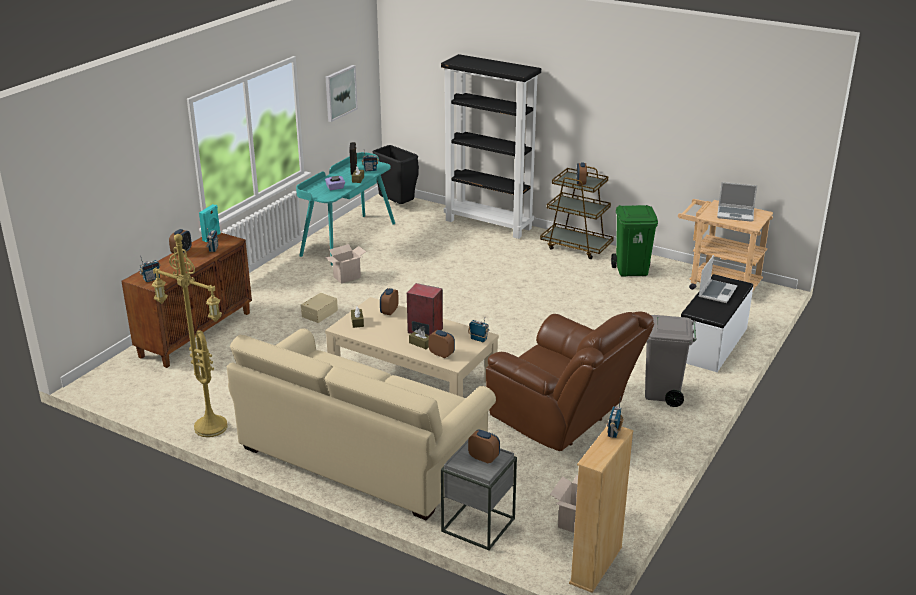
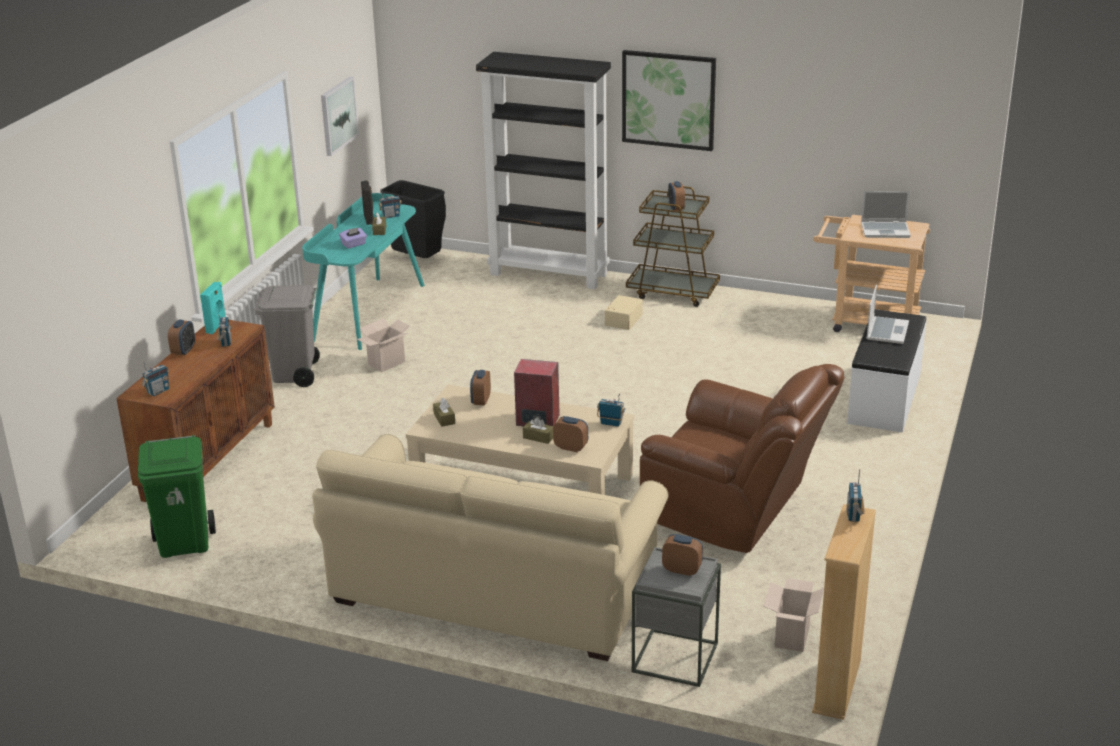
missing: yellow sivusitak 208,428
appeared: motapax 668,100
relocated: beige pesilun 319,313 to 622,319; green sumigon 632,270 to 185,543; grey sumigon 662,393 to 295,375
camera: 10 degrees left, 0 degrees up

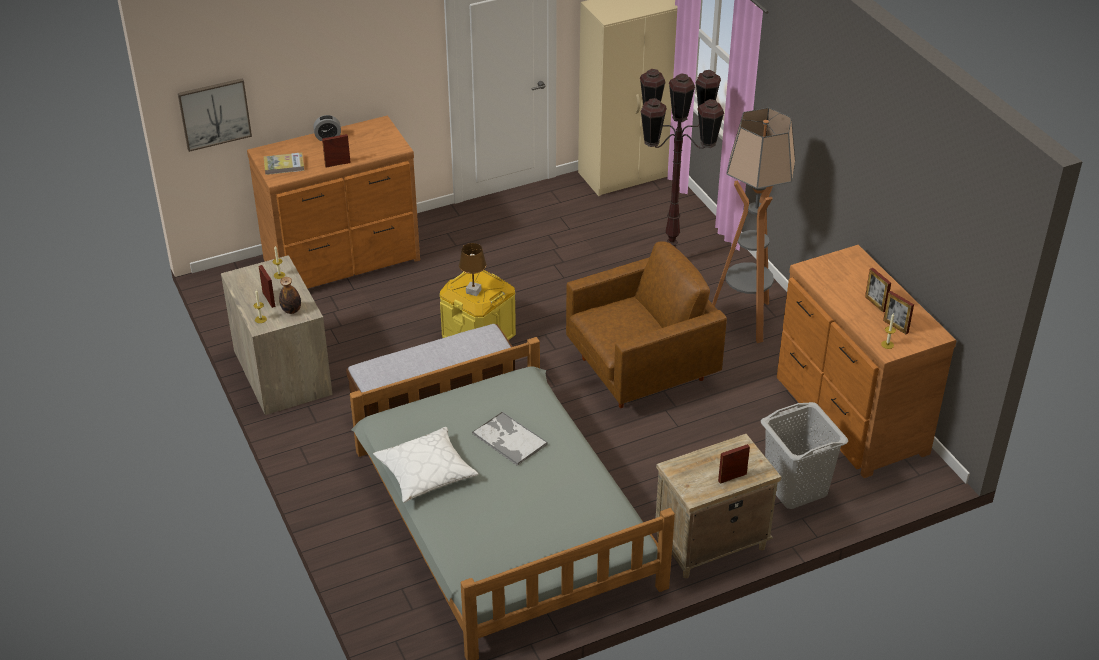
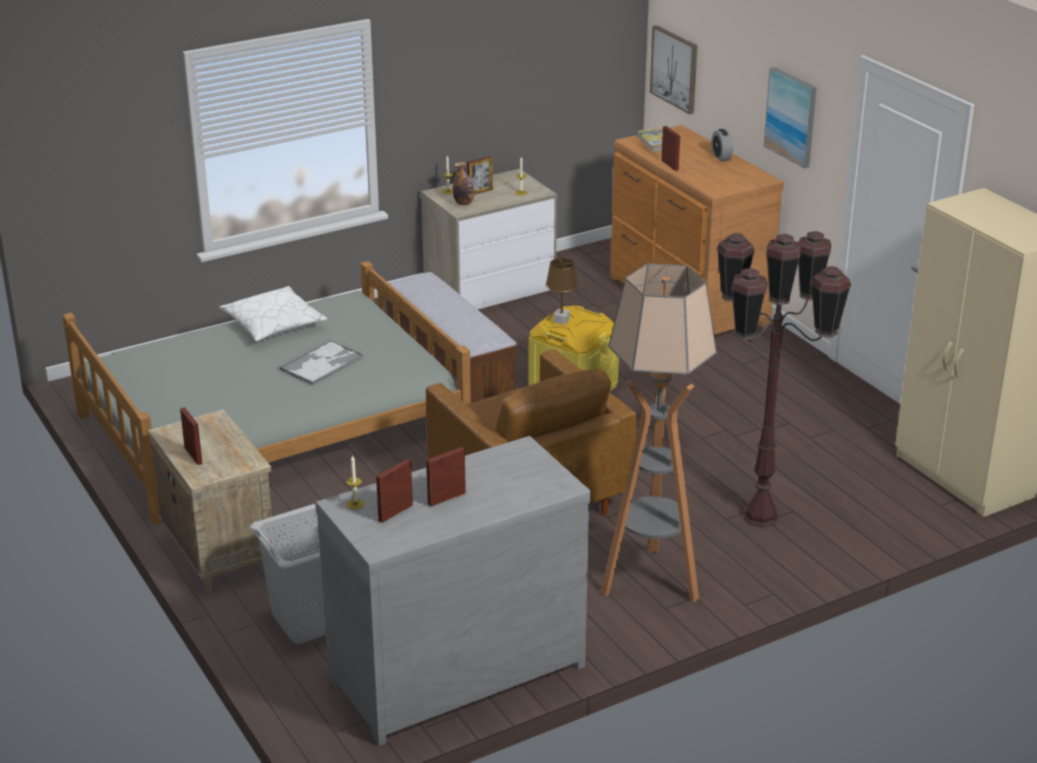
appeared: motapax 791,117
colour: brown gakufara 849,416 to grey gakufara 454,670
camera: 85 degrees right, 10 degrees down

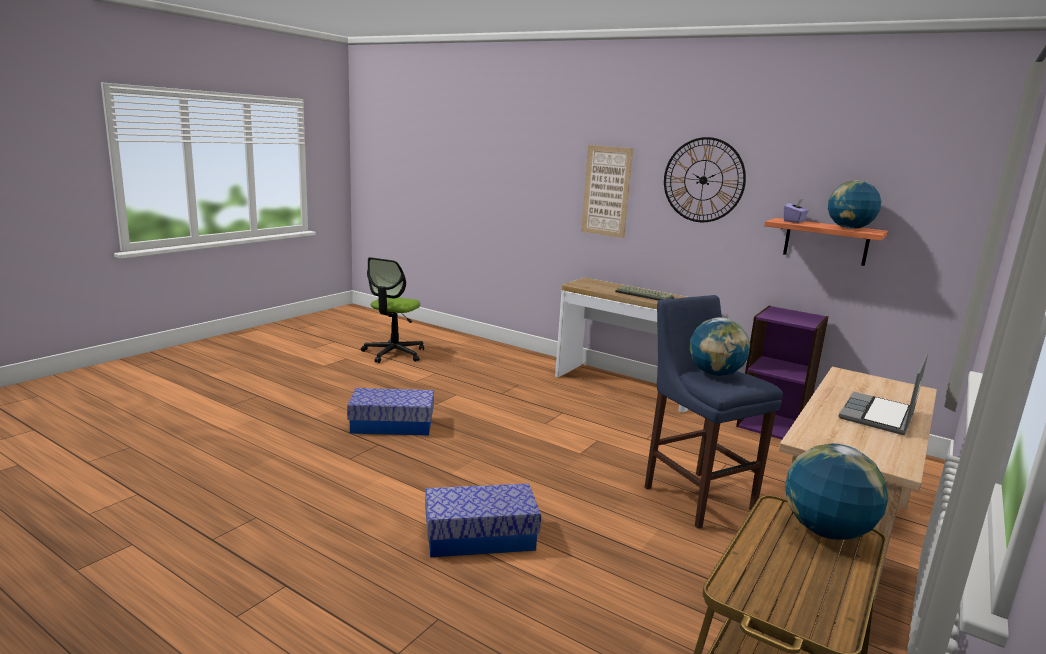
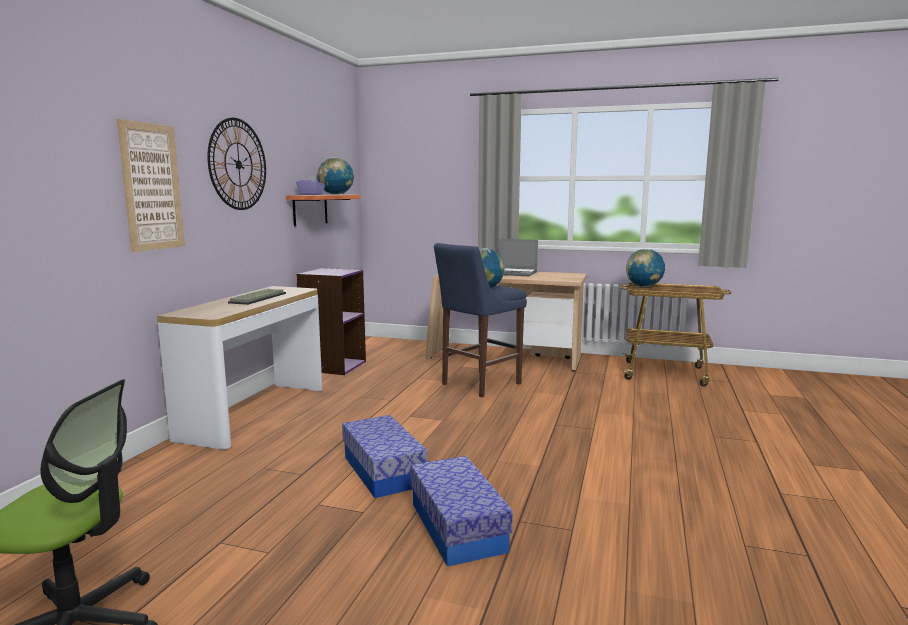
relocated: pesilun 480,537 to 383,471
camera: 105 degrees left, 5 degrees down

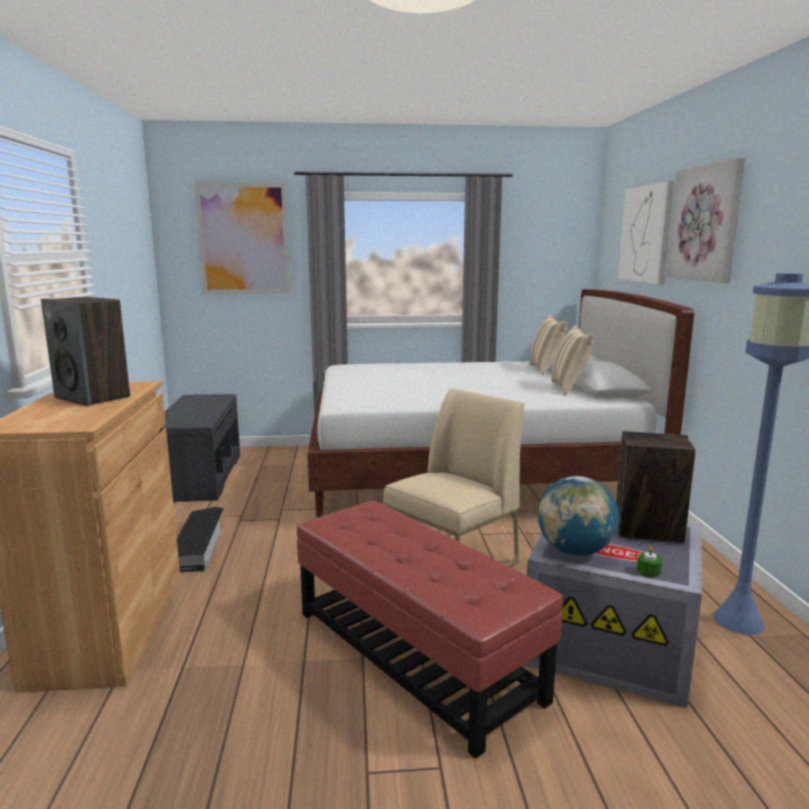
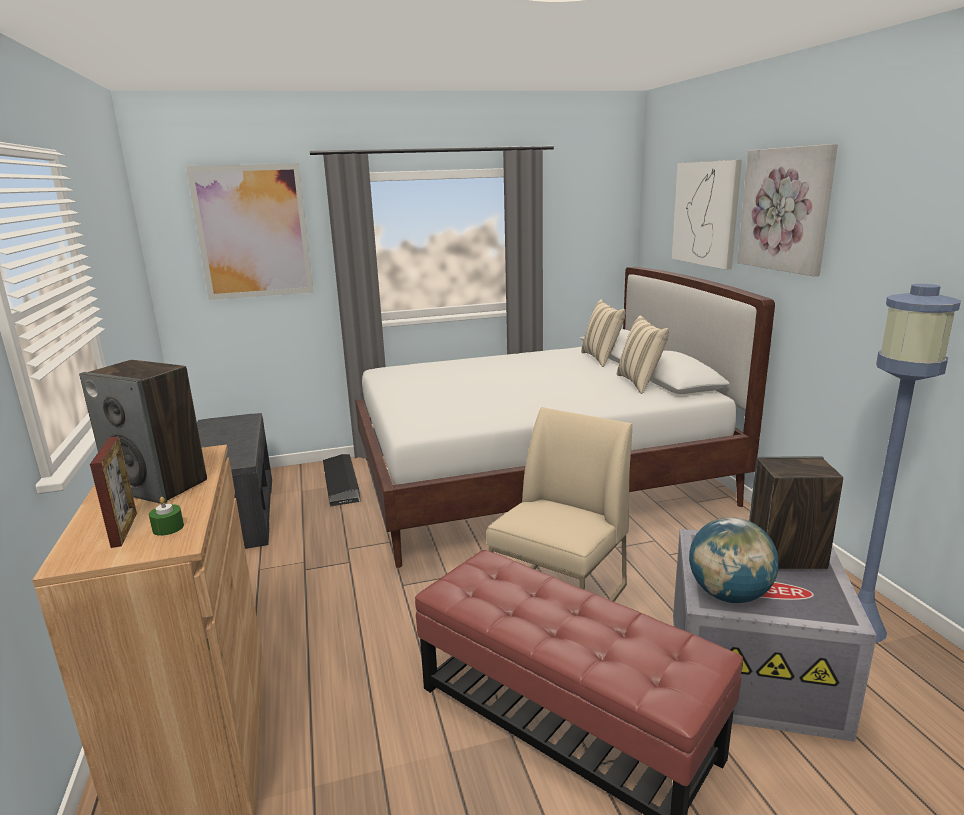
appeared: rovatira 124,529
relocated: black pesilun 198,545 to 341,484; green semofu 648,571 to 168,528
camera: 10 degrees left, 5 degrees up

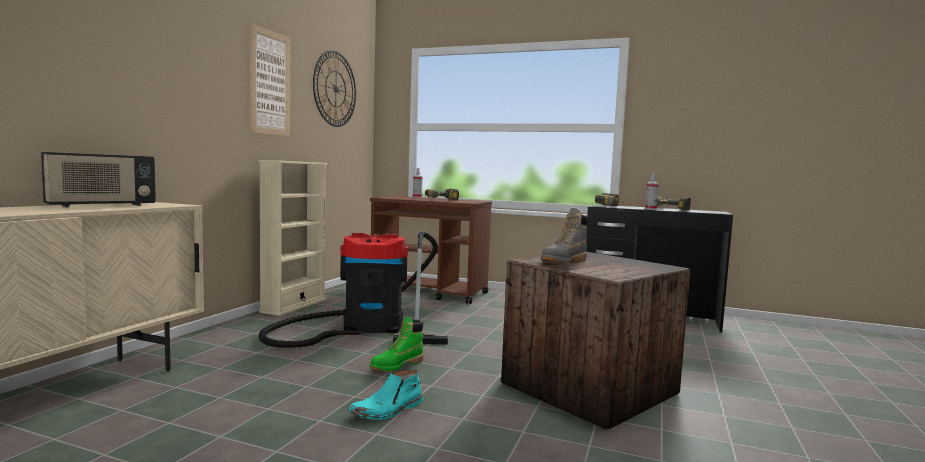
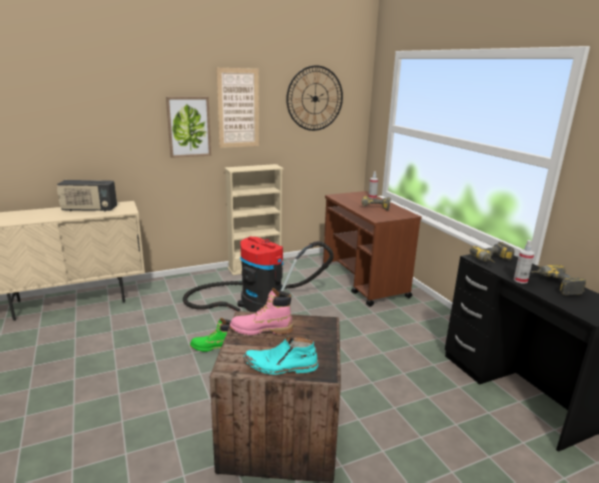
appeared: motapax 189,127
relocated: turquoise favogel 388,410 to 280,366
colour: grey favogel 563,262 to pink favogel 261,330
camera: 45 degrees right, 15 degrees up

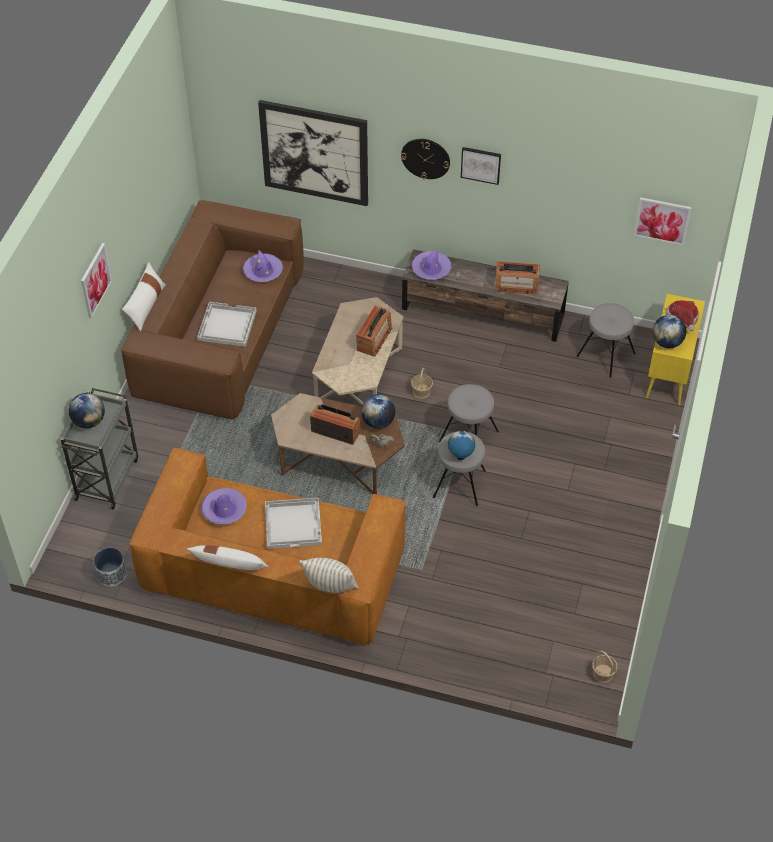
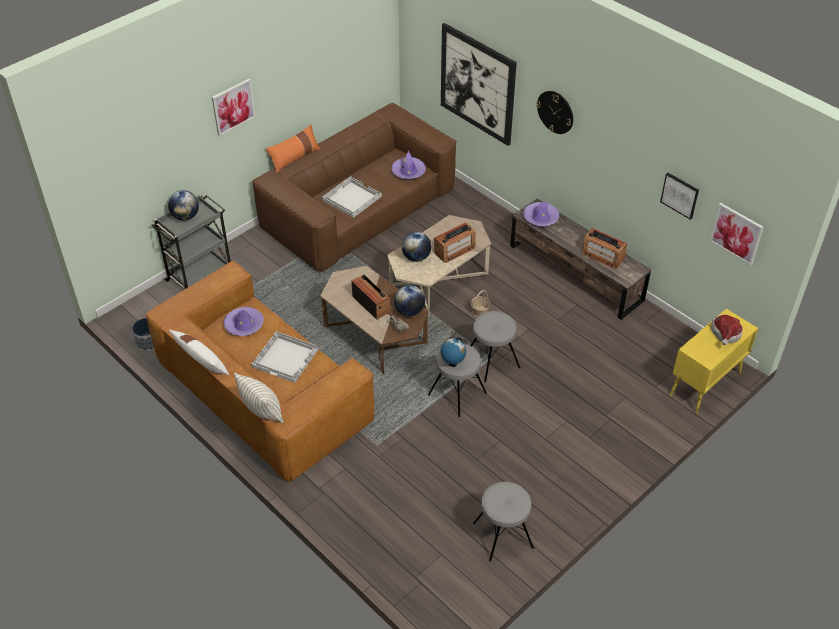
missing: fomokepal 603,674
relocated: motapax 481,164 to 680,195; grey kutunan 606,355 to 503,535; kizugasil 667,342 to 416,257
colour: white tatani 146,306 to orange tatani 294,157
camera: 30 degrees right, 5 degrees down

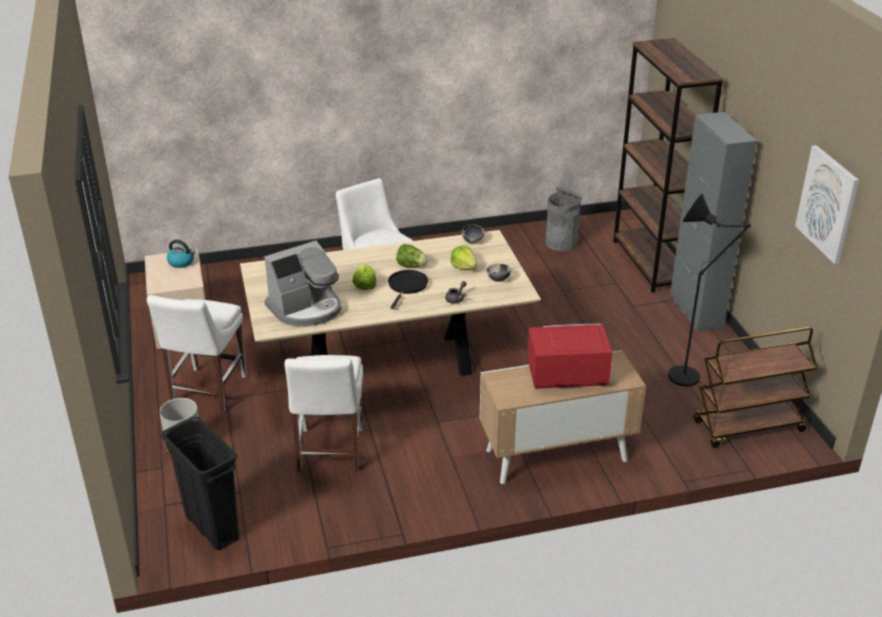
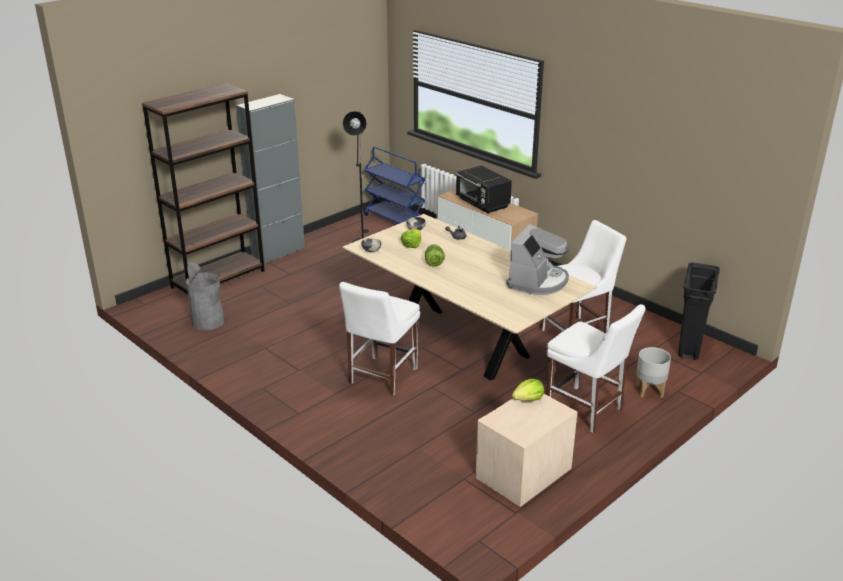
missing: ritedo 181,262; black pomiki 407,286; motapax 828,203
relocated: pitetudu 365,285 to 528,399
colour: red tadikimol 565,375 to black tadikimol 482,204; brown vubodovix 747,427 to blue vubodovix 395,221
spun: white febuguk 207,392 = 586,411 60 degrees clockwise; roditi 306,309 = 538,281 90 degrees clockwise
camera: 120 degrees left, 5 degrees down

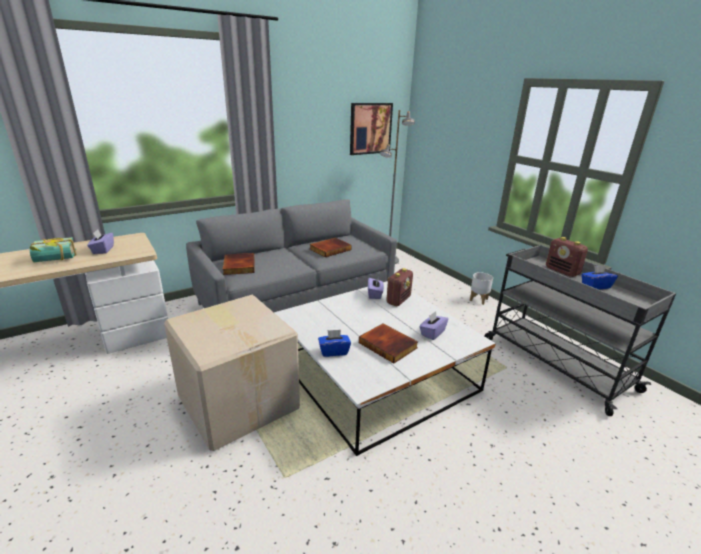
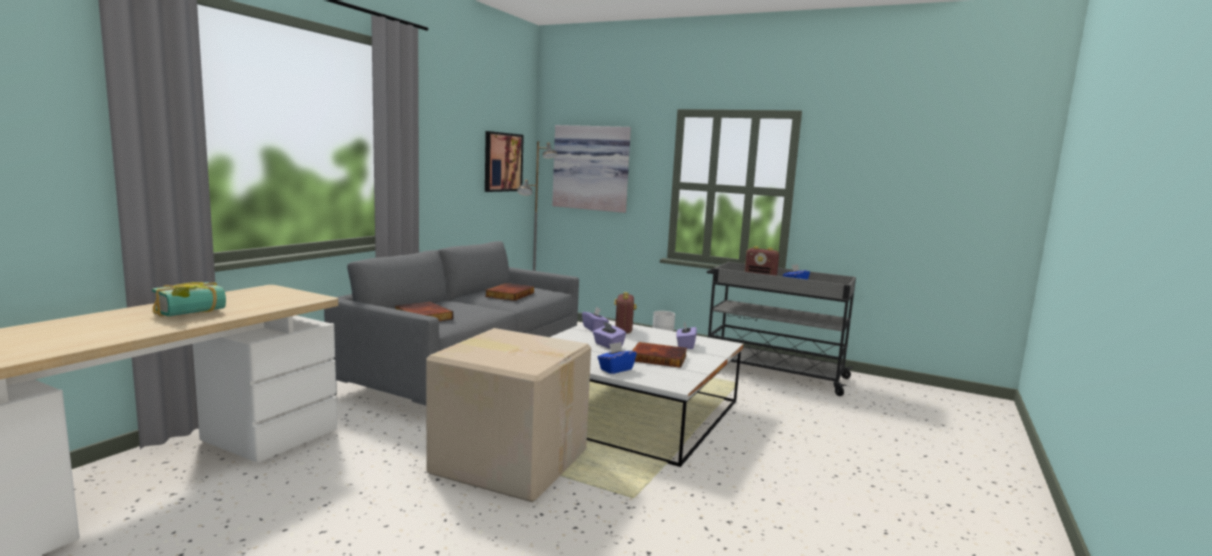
appeared: motapax 592,168
relocated: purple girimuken 103,250 to 608,345
camera: 30 degrees left, 15 degrees down

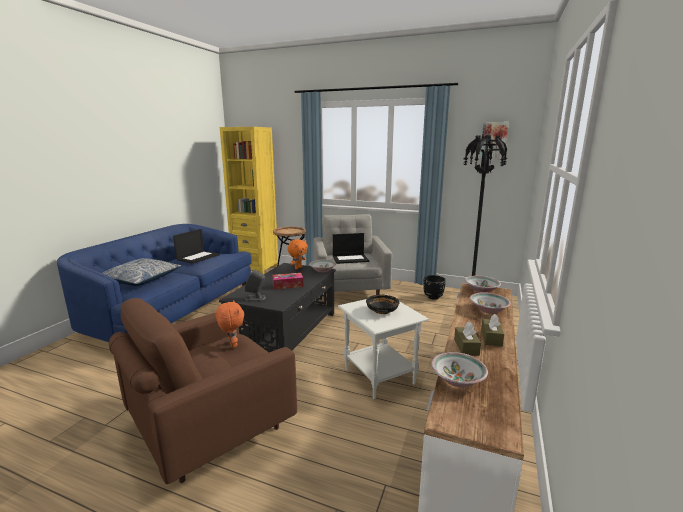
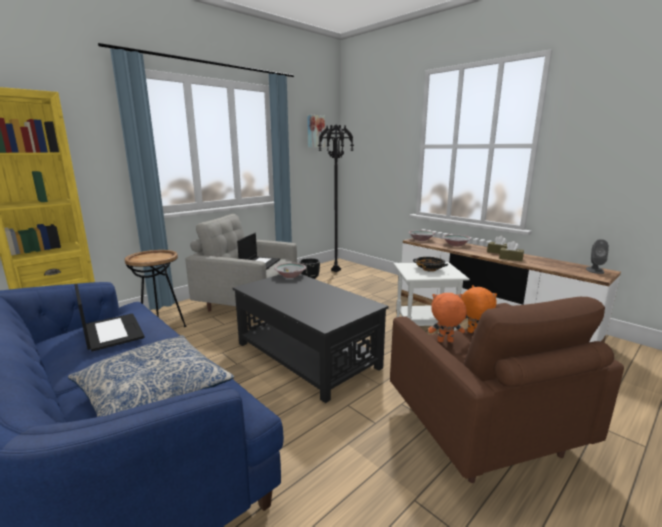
missing: girimuken 288,285; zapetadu 457,379
relocated: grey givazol 255,298 to 594,270; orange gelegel 298,268 to 473,334
camera: 65 degrees left, 0 degrees up

